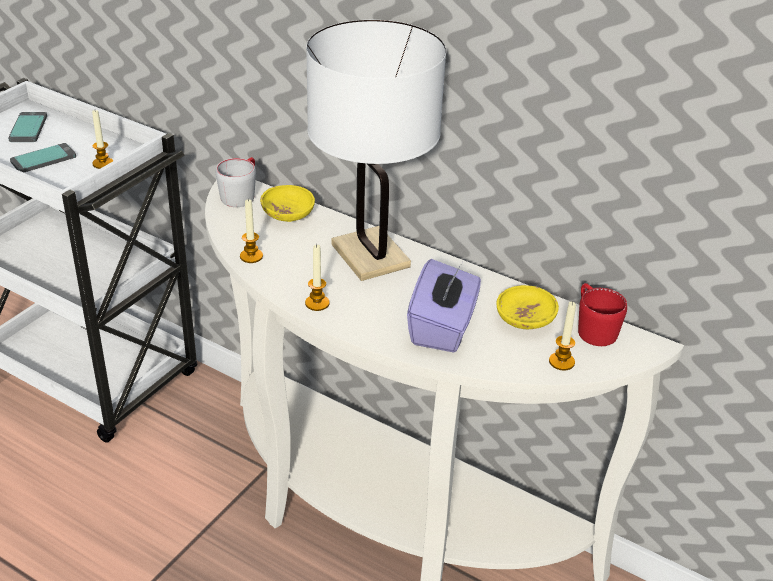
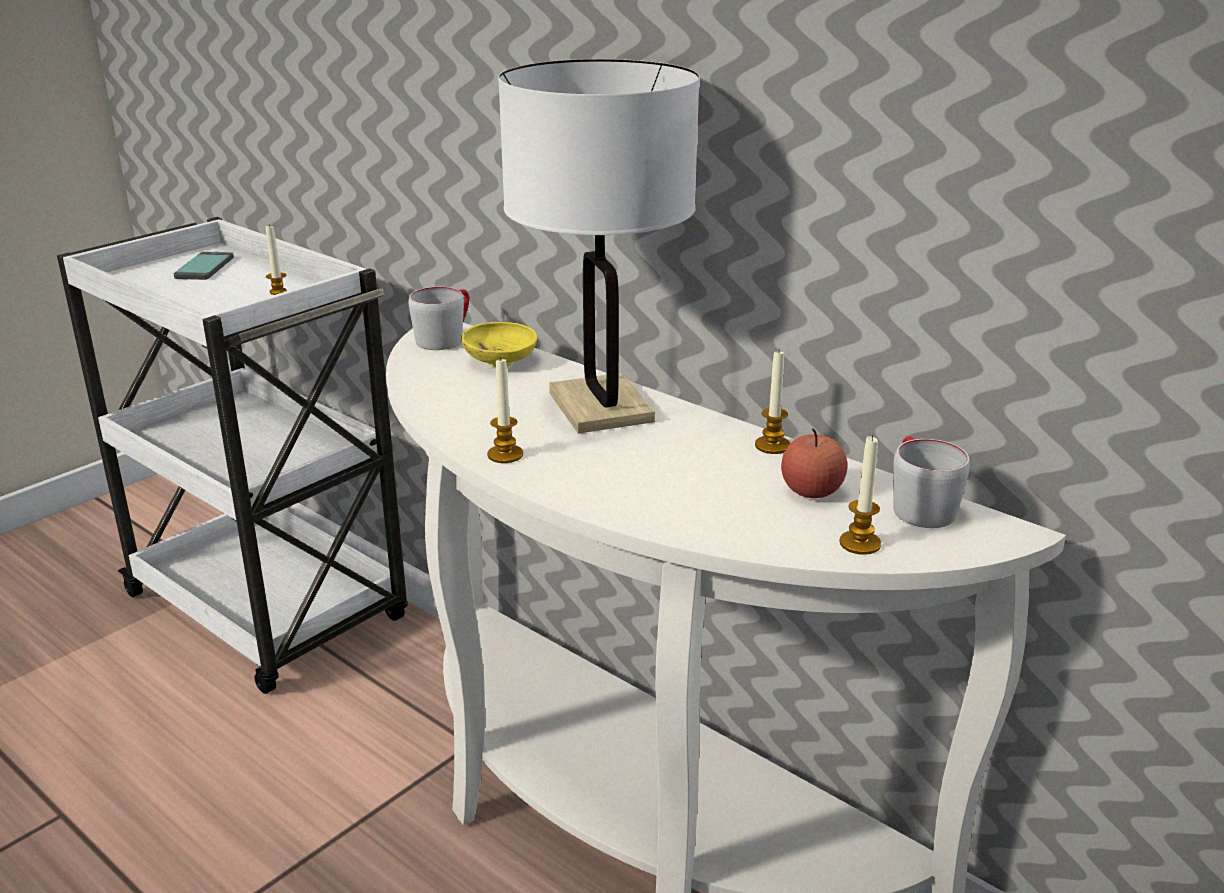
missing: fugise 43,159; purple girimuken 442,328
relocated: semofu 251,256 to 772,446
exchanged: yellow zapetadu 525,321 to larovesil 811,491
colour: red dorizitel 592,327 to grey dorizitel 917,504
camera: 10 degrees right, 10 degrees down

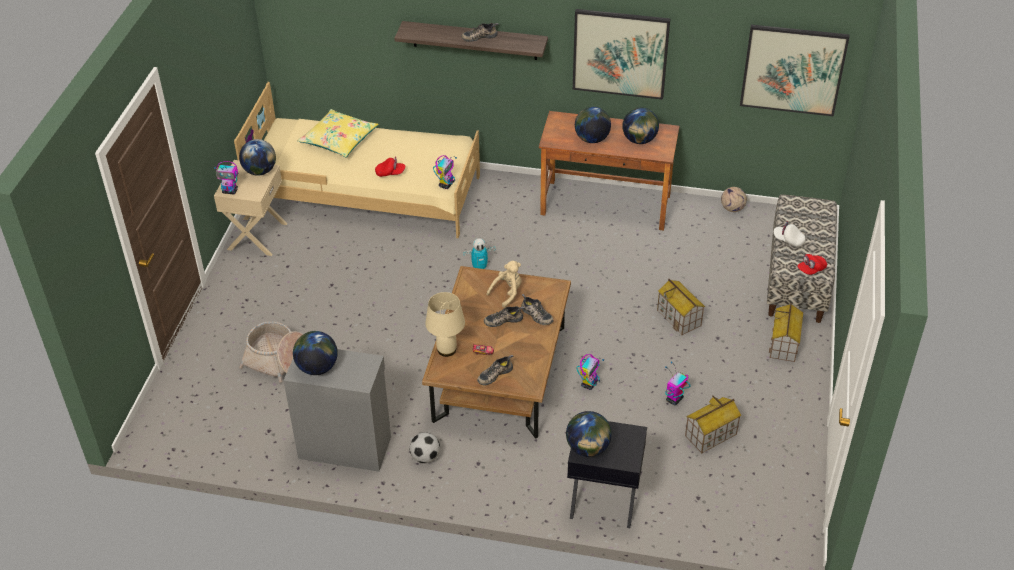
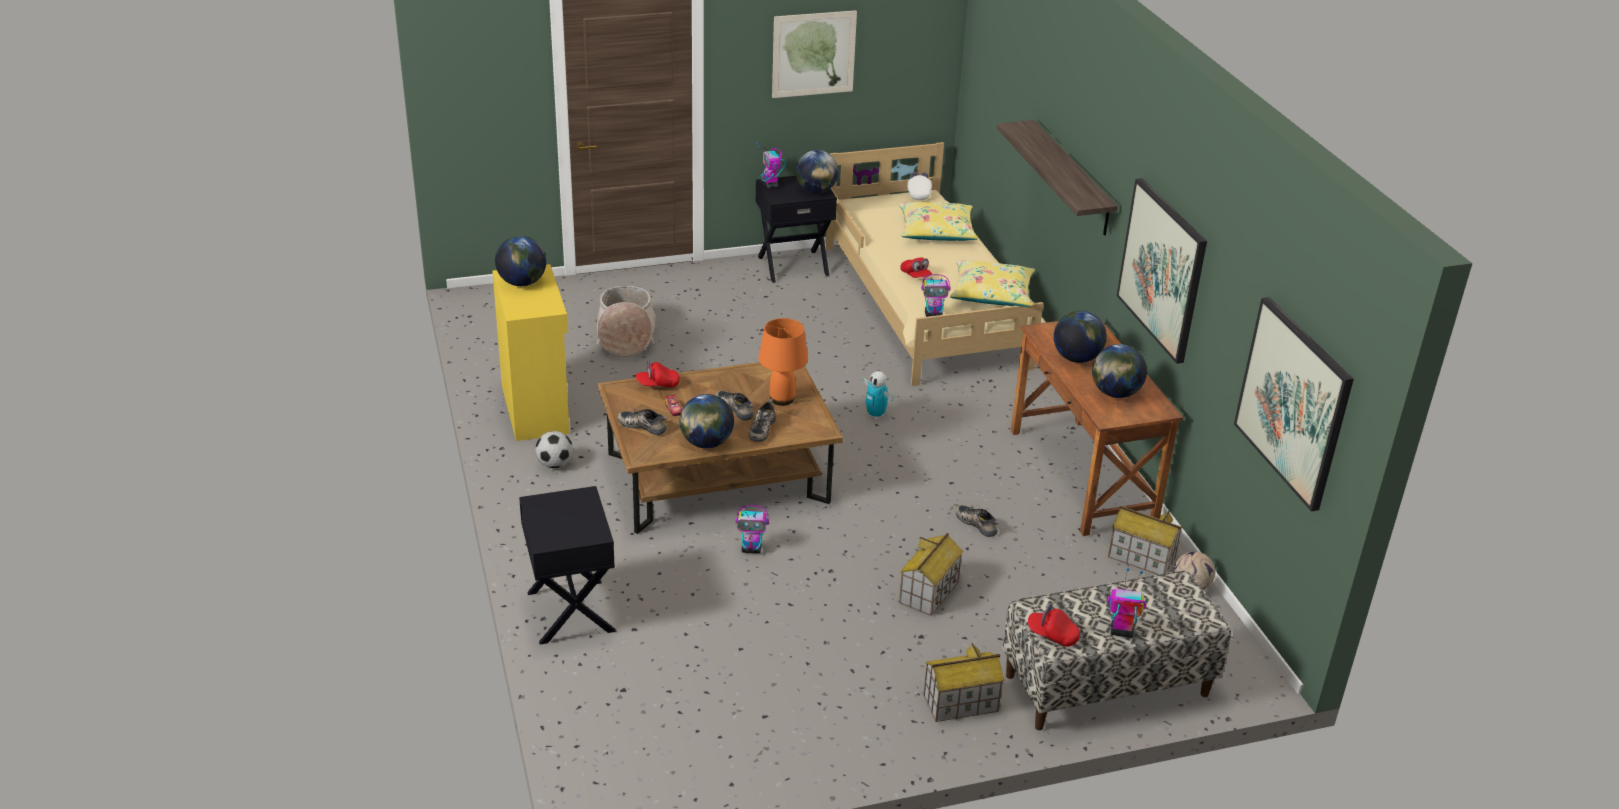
appeared: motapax 813,54; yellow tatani 991,293
relocated: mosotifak 479,36 to 977,523; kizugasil 588,448 to 706,443; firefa 674,400 to 1120,631; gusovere 710,435 to 1141,557; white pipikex 788,240 to 918,193
exchanged: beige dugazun 447,349 to red pipikex 658,384; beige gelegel 507,293 to orange dugazun 782,399
colour: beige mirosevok 256,236 to black mirosevok 793,265; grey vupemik 344,446 to yellow vupemik 536,409
camera: 60 degrees right, 10 degrees down

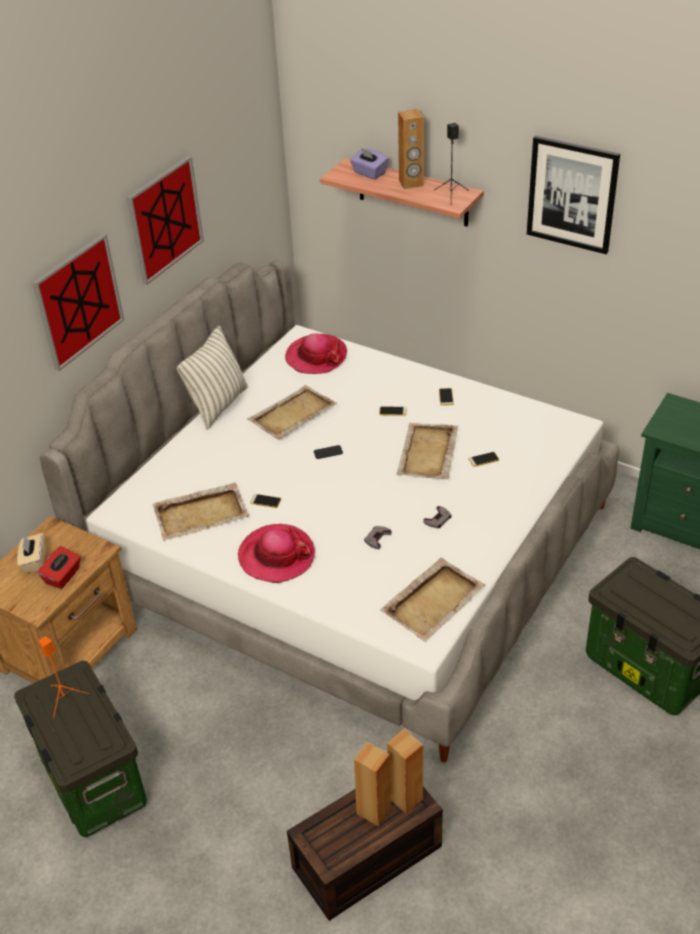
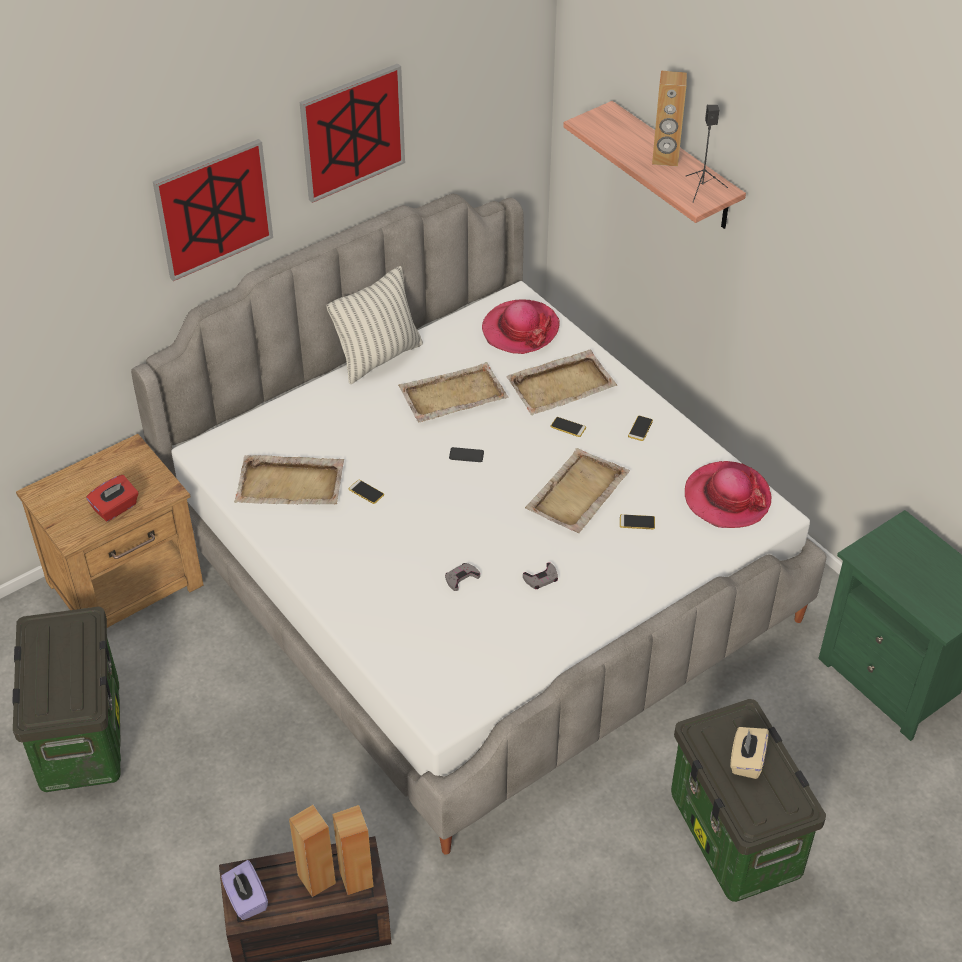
missing: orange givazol 65,698; motapax 572,194
relocated: beige girimuken 34,561 to 746,761; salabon 276,556 to 727,498; purple girimuken 369,173 to 246,900; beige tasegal 434,601 to 562,385
camera: 20 degrees right, 5 degrees up

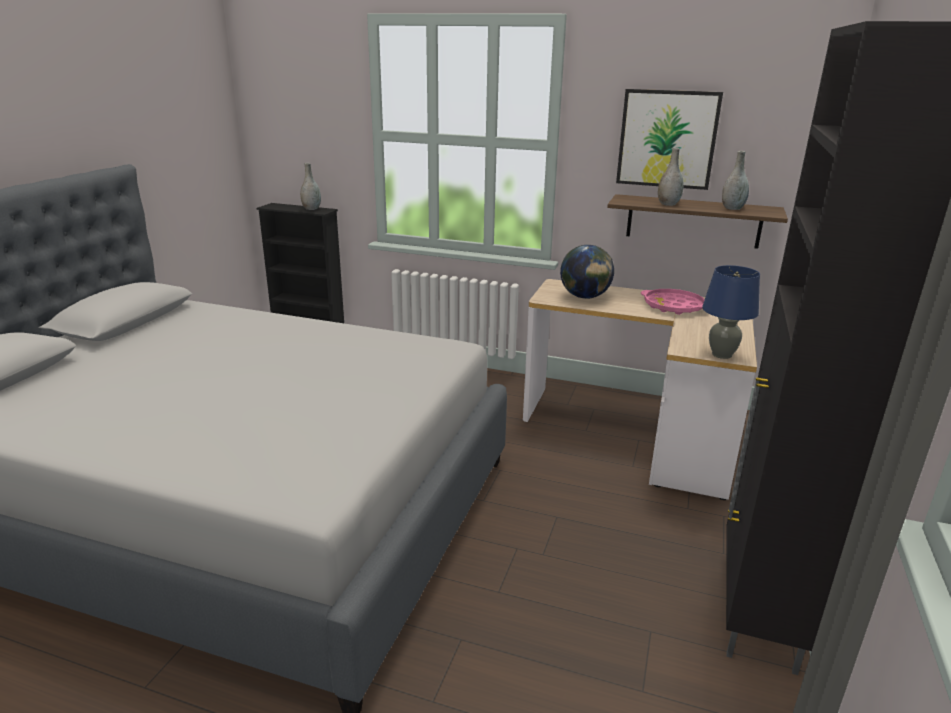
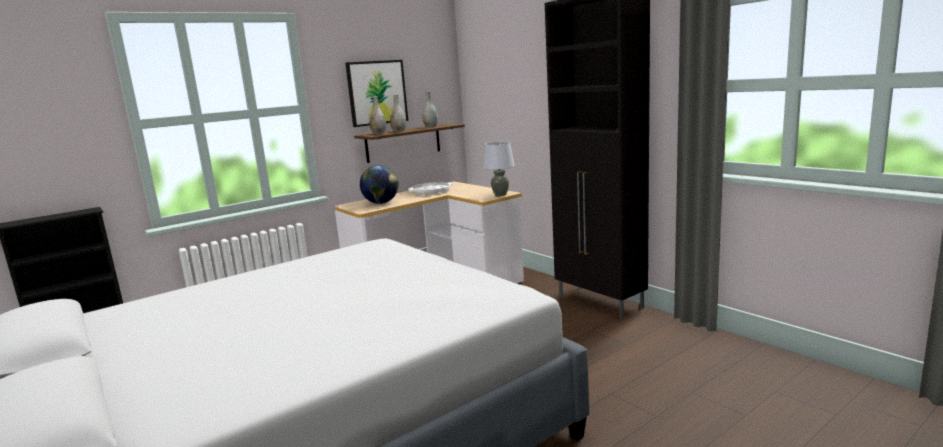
relocated: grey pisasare 311,209 to 378,133
colour: pink tasegal 673,306 to white tasegal 431,192; blue dugazun 721,354 to grey dugazun 500,194
camera: 55 degrees left, 10 degrees down

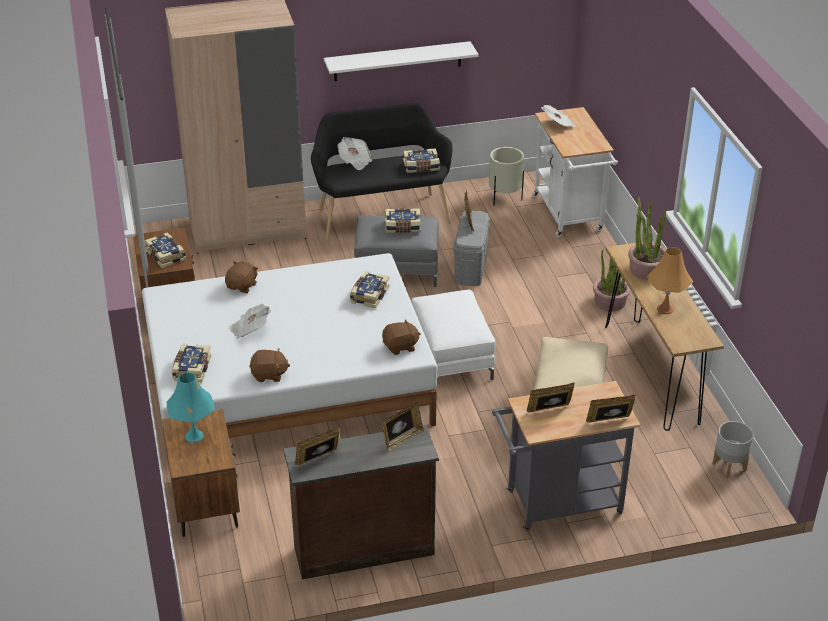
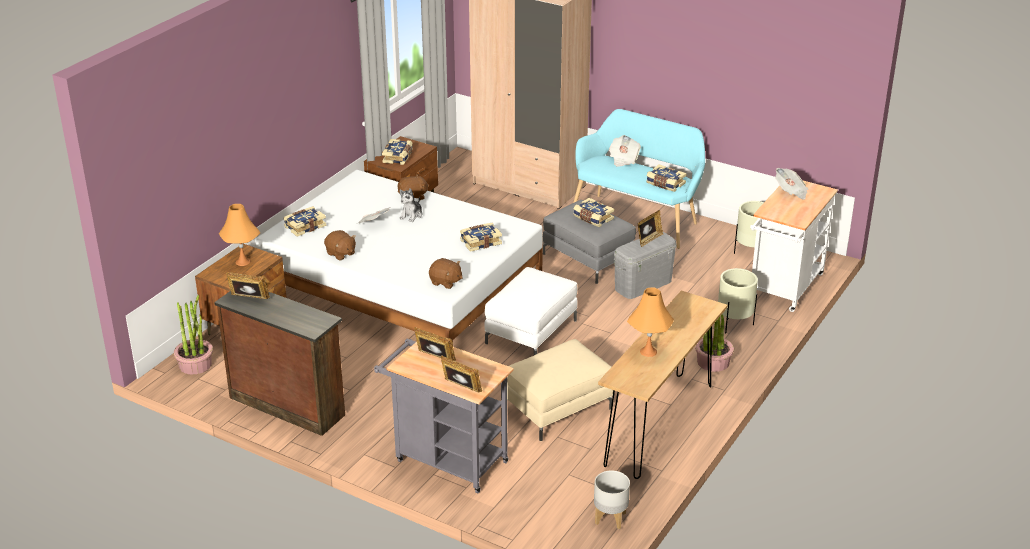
missing: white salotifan 397,61; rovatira 402,439
appeared: gelegel 411,215; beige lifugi 734,324
relocated: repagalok 646,269 to 195,364
colour: turquoise dugazun 194,436 to orange dugazun 243,261; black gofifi 381,213 to turquoise gofifi 637,218
camera: 45 degrees right, 5 degrees down

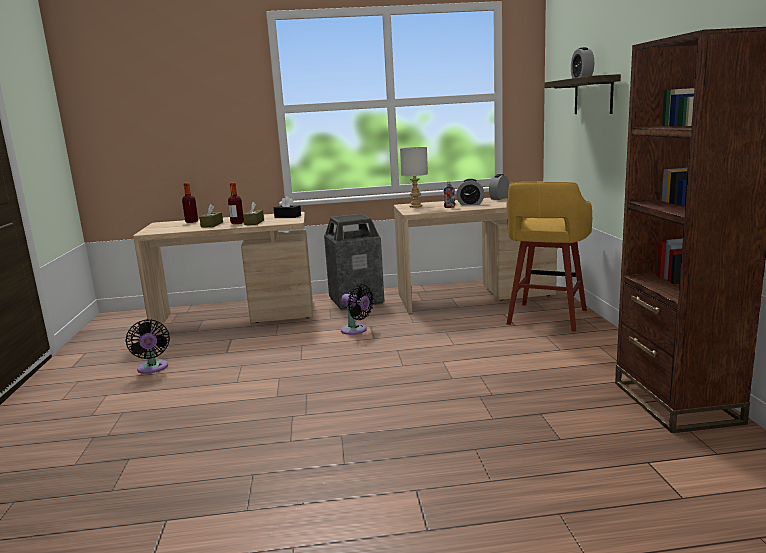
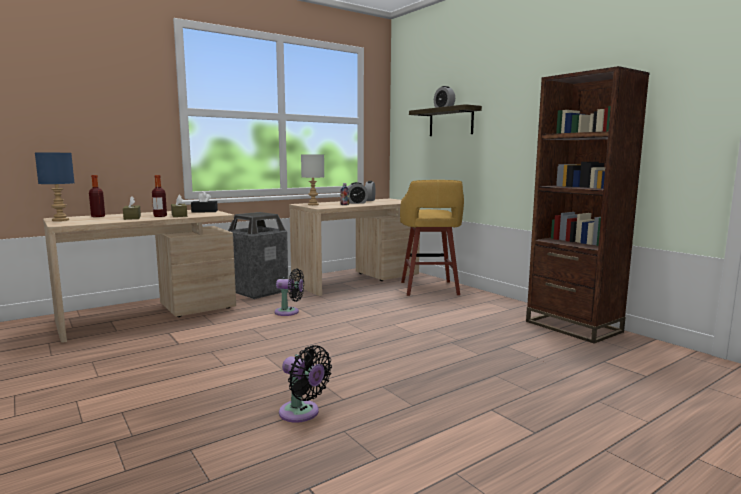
appeared: blue dugazun 60,220
relocated: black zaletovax 152,368 to 302,413
camera: 30 degrees left, 5 degrees down

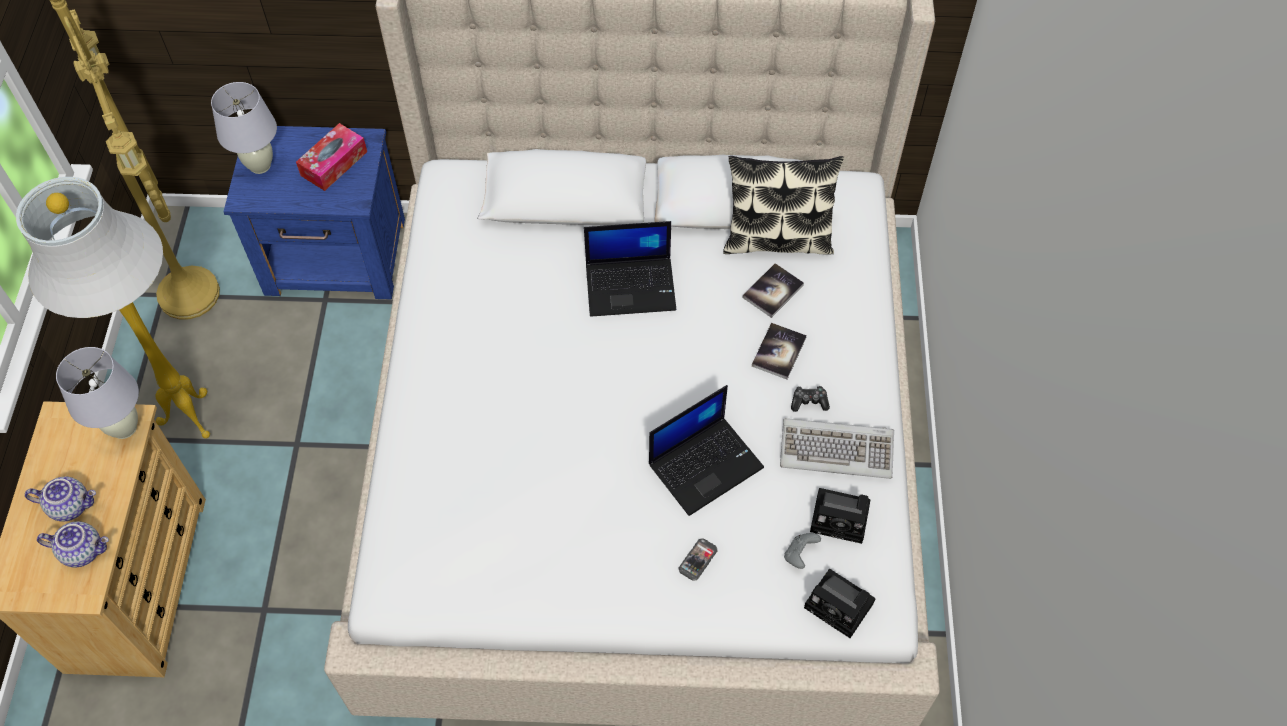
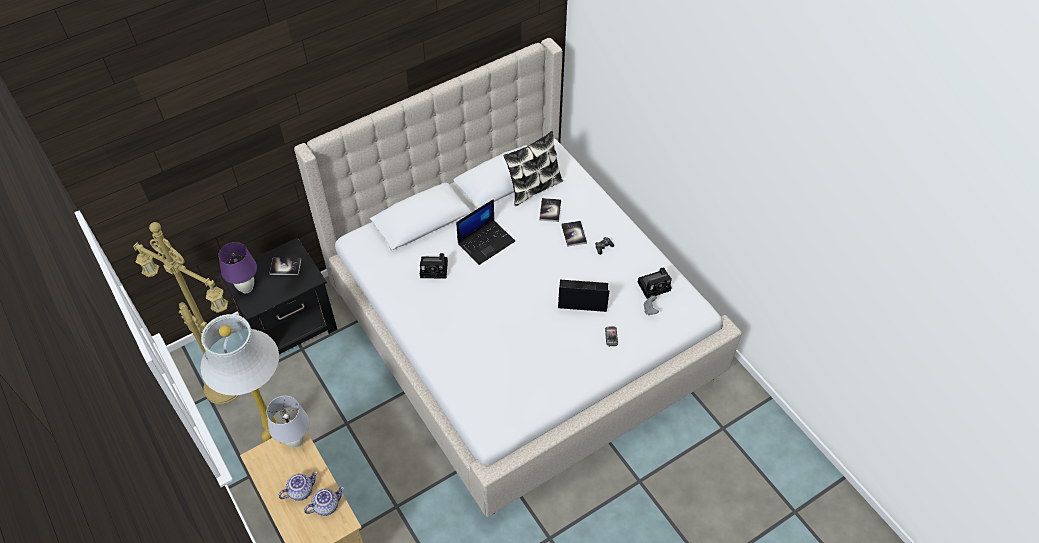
missing: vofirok 837,449
relocated: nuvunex 841,607 to 435,269
exchanged: girimuken 334,163 to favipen 285,267
colour: white dugazun 260,165 to purple dugazun 246,288; blue mirosevok 337,258 to black mirosevok 291,325
spun: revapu 706,464 = 582,297 105 degrees counterclockwise
camera: 35 degrees left, 5 degrees down

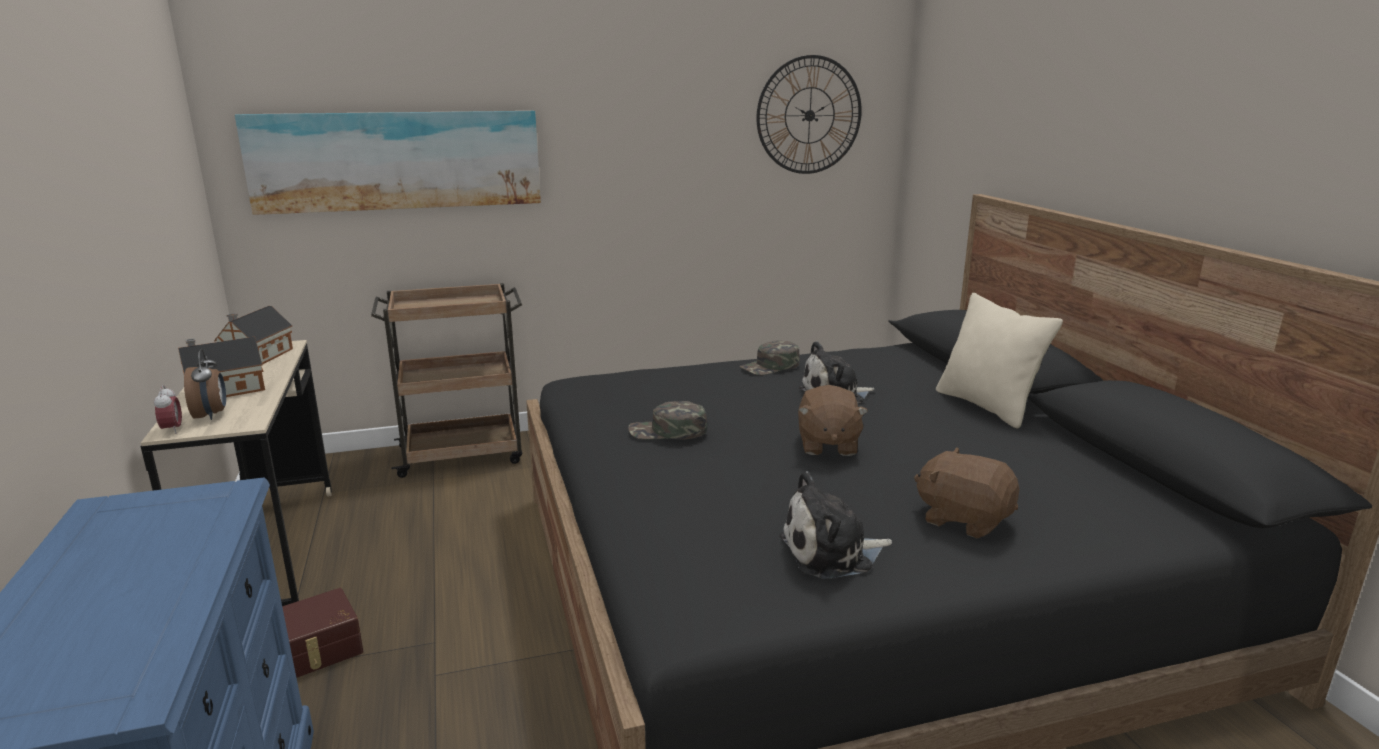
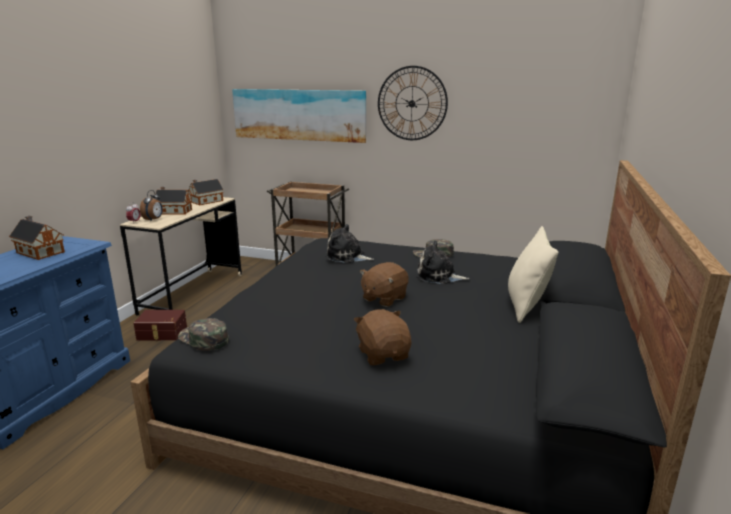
appeared: gusovere 40,252
relocated: green pipikex 667,431 to 203,339; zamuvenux 809,115 to 412,103; gelegel 831,553 to 347,257
camera: 35 degrees right, 0 degrees up

